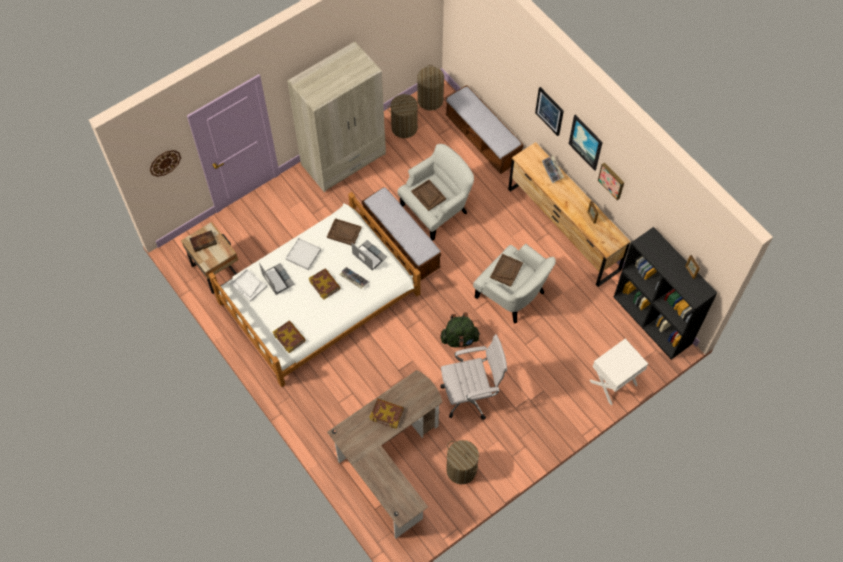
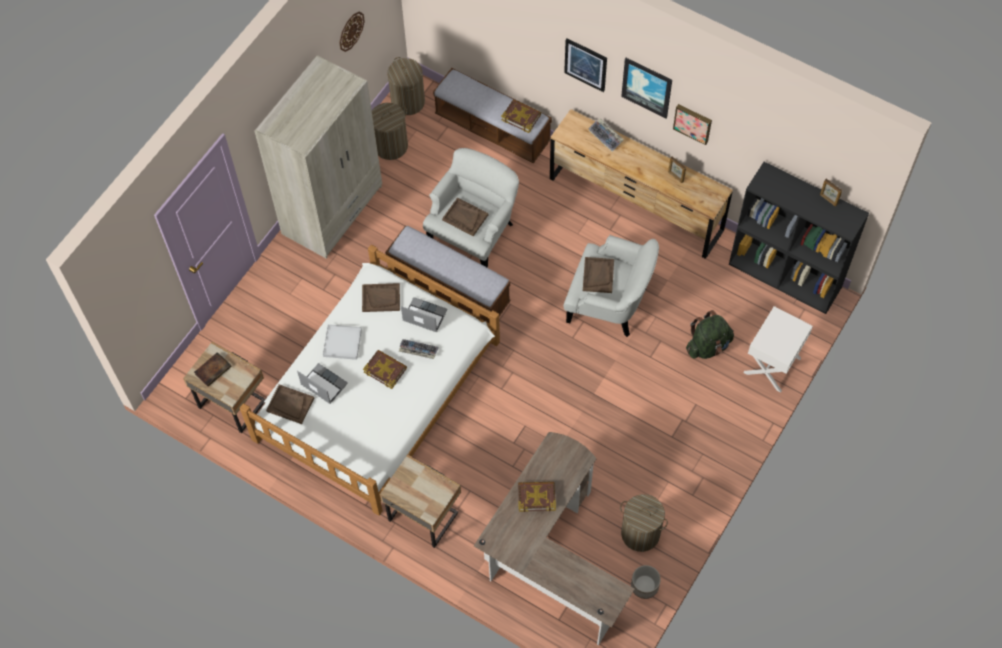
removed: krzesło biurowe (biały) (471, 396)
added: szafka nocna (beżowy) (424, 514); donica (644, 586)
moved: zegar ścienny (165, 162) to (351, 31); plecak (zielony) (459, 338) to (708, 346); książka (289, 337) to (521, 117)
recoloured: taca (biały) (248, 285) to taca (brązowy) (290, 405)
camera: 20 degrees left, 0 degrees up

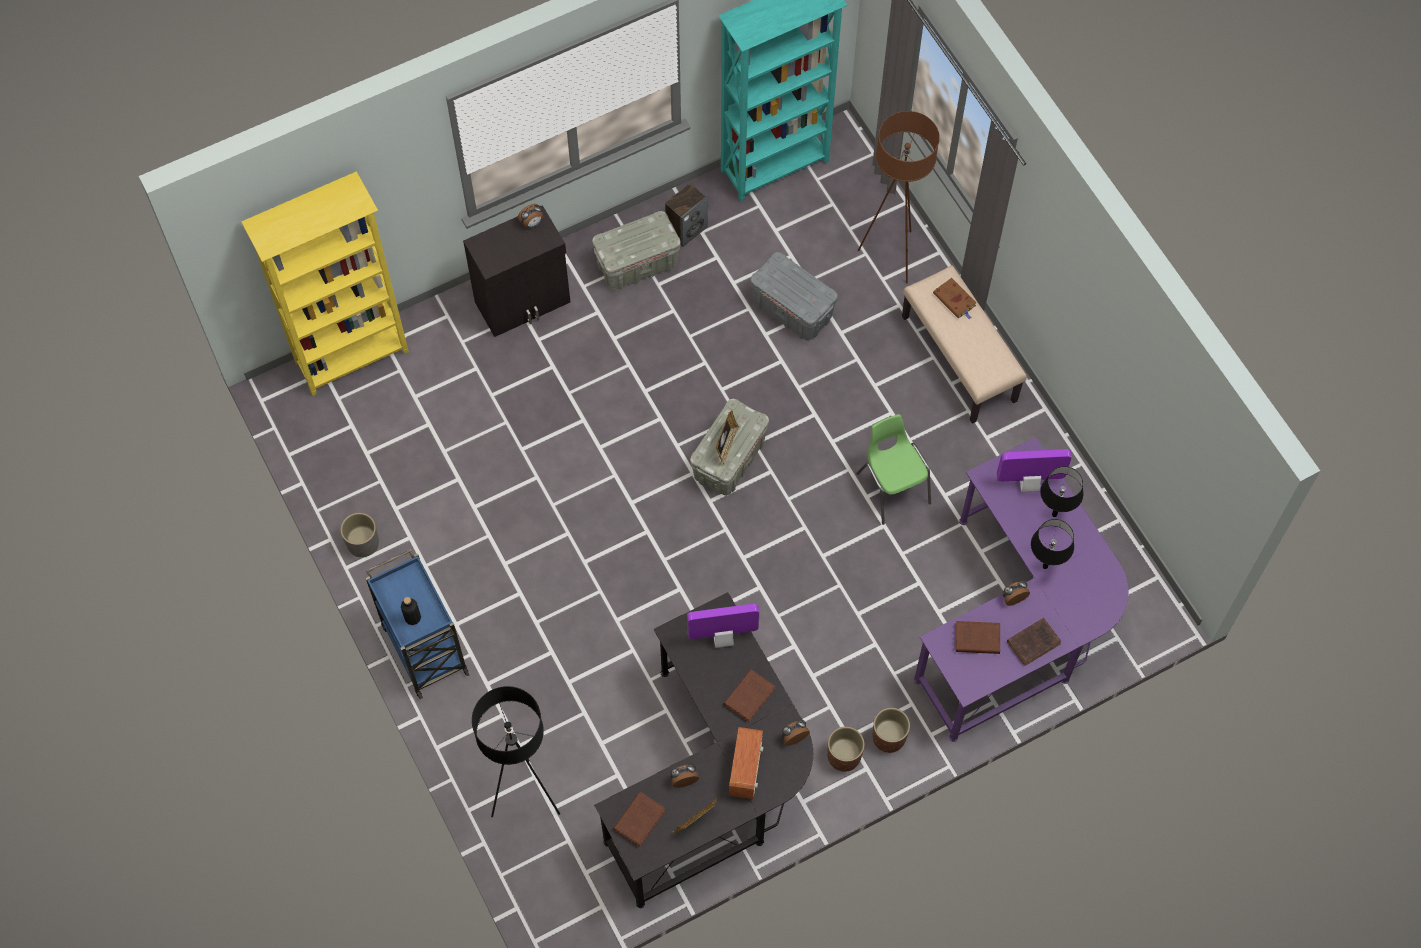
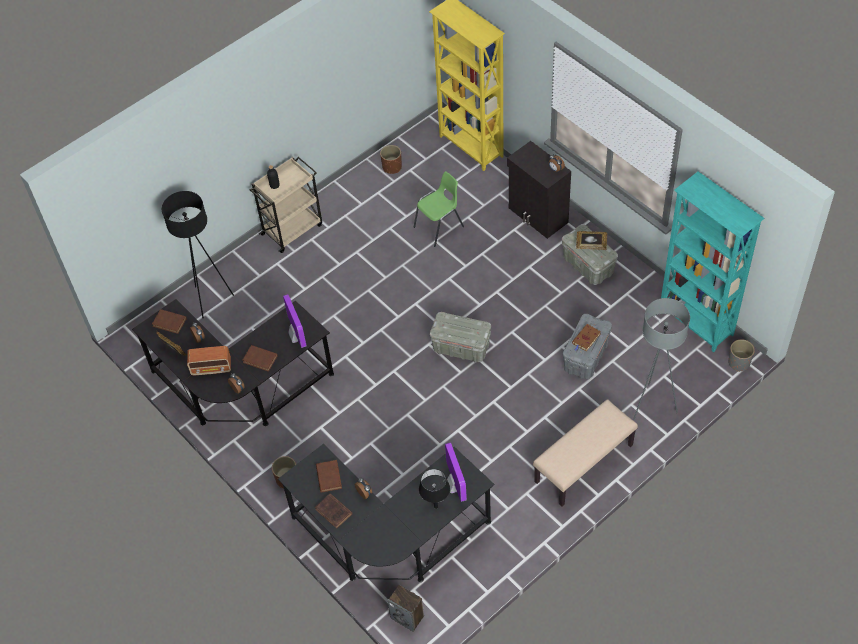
removed: lampa stołowa (czarny) (1045, 566)
moved: głośnik (686, 229) to (407, 617); książka (brązowy) (955, 300) to (586, 339); ramka na zdjęcie (726, 445) to (591, 247); krzesło (zielony) (892, 488) to (439, 227); donica (szary) (363, 543) to (739, 362); donica (brązowy) (844, 755) to (392, 167)
recoloured: lampa stojąca (brązowy) (892, 255) to lampa stojąca (szary) (652, 406); biurko (fioletowy) (1017, 621) to biurko (czarny) (389, 540); wózek (niebieski) (424, 648) to wózek (beżowy) (293, 229)
camera: 80 degrees right, 10 degrees down

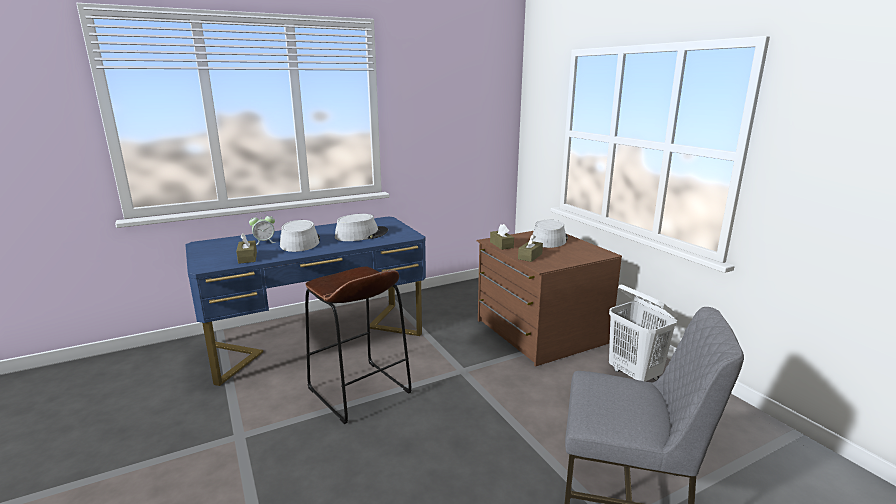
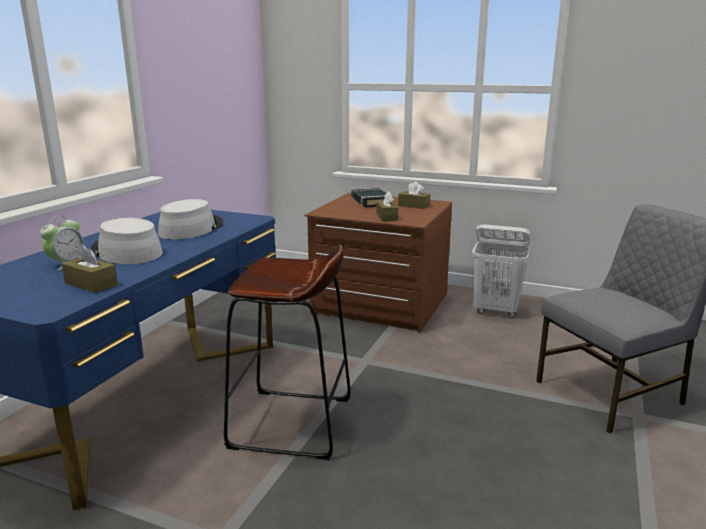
moved: pudełko chusteczek (brązowy) (501, 245) to (414, 205)
replaced: kapelusz (szary) (549, 239) to książka (czarny) (371, 201)
camera: 40 degrees left, 0 degrees up

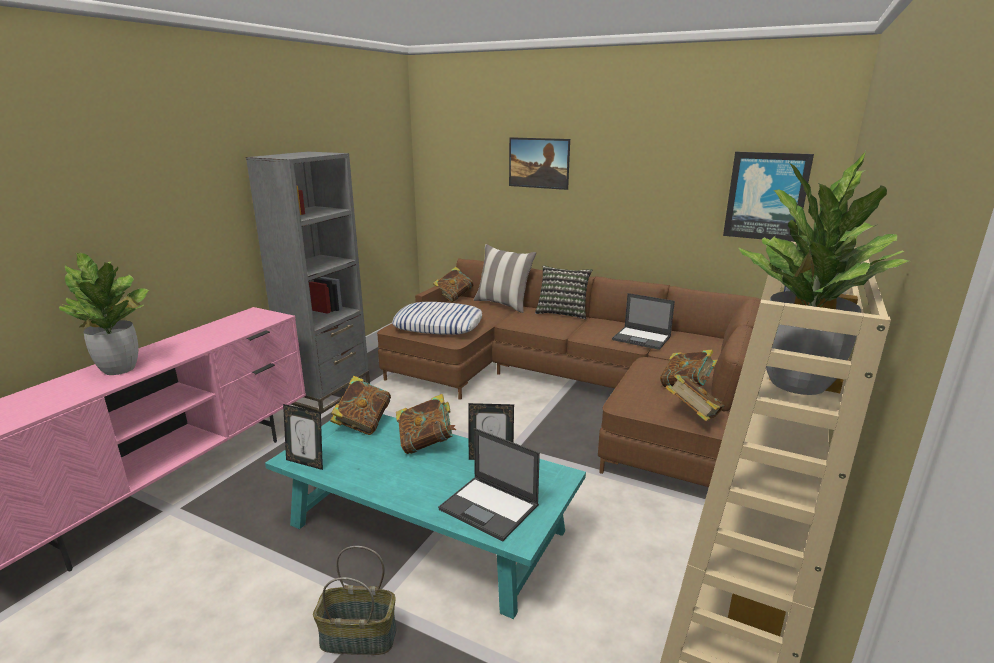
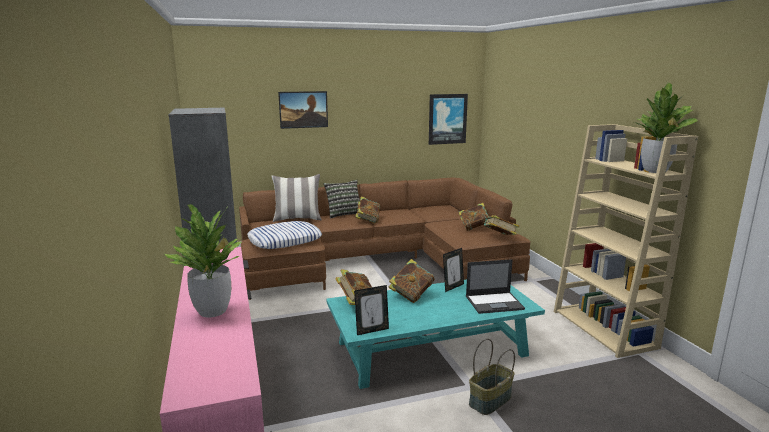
removed: laptop (642, 338)
moved: książka (454, 297) to (368, 220)
camera: 45 degrees left, 5 degrees down

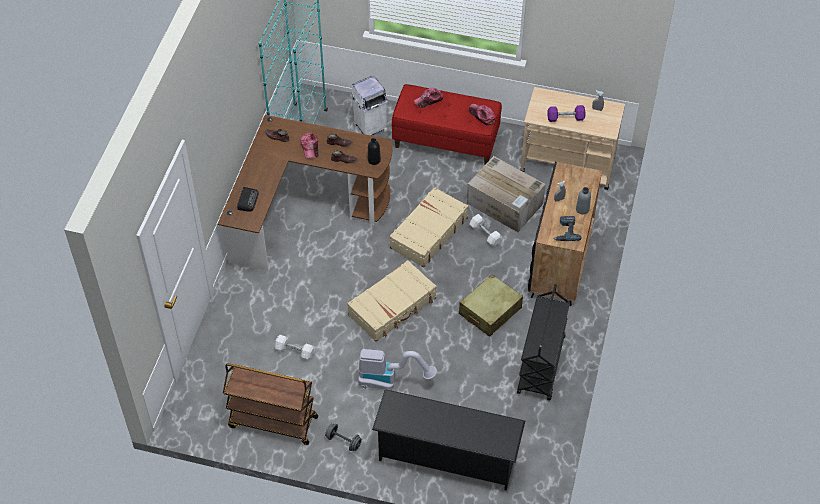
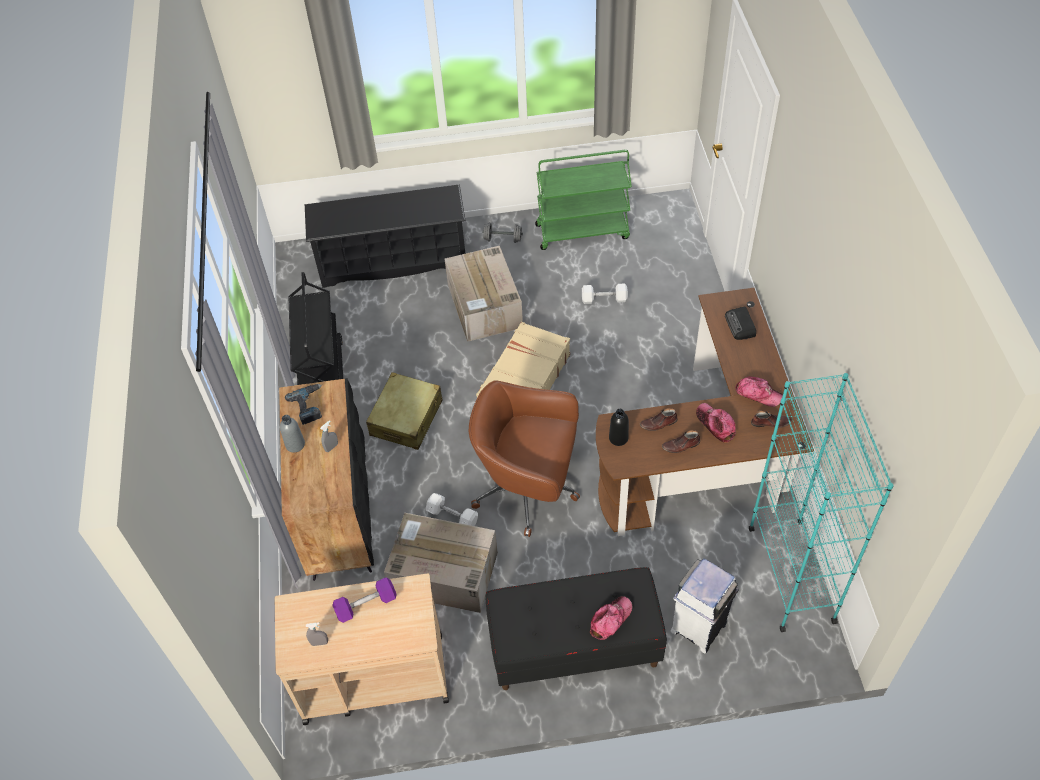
moved: czapka z daszkiem (482, 116) to (758, 394)
replaced: walizka (beżowy) (428, 233) to krzesło biurowe (brązowy) (528, 489); odkurzacz (390, 380) to karton (485, 307)
recoloured: ławka (czerwony) (446, 141) to ławka (czarny) (574, 647); wózek (brązowy) (272, 422) to wózek (zielony) (583, 231)
camera: 160 degrees right, 0 degrees up

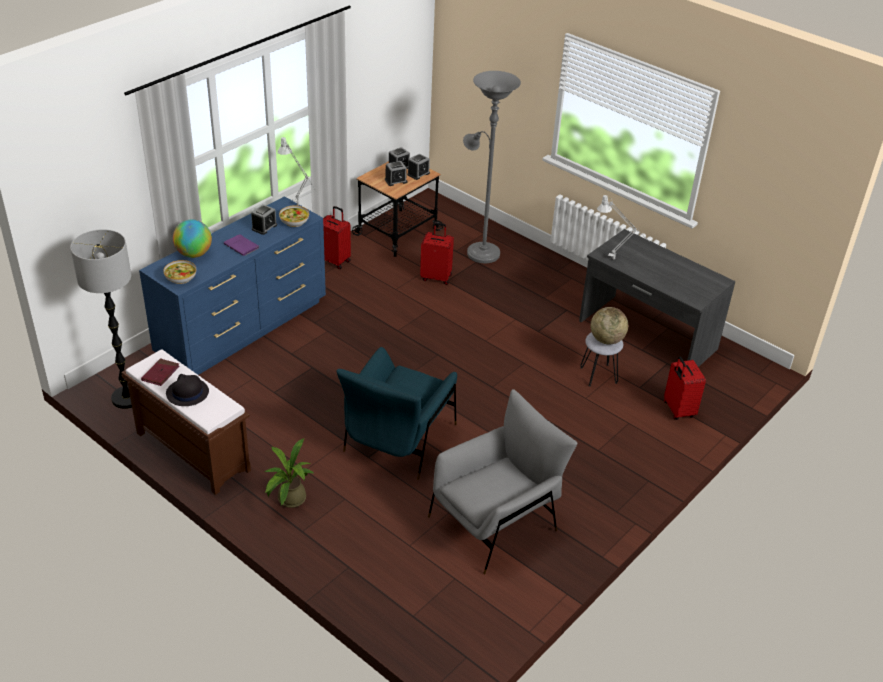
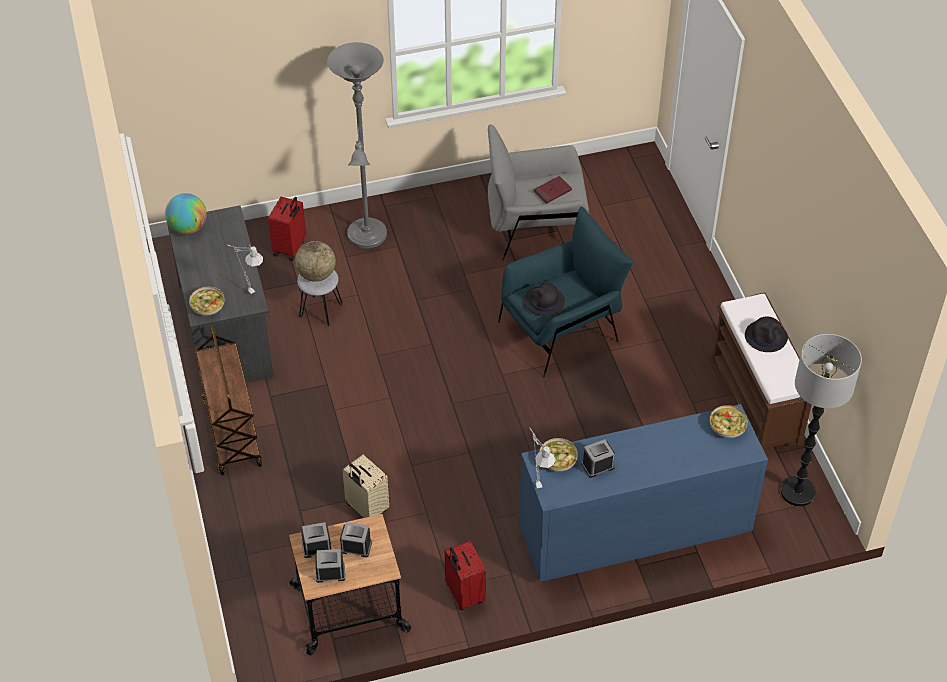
removed: książka (fioletowy) (242, 246); roślina doniczkowa (288, 500)
added: kapelusz (czarny) (544, 302); miska (208, 307); wózek (brązowy) (231, 432)
moved: lampa stojąca (szary) (480, 251) to (367, 238); globus (194, 254) to (188, 228); książka (czerwony) (160, 373) to (552, 191)
recoloured: walizka (czerwony) (436, 277) to walizka (beżowy) (366, 508)
camera: 145 degrees left, 10 degrees up

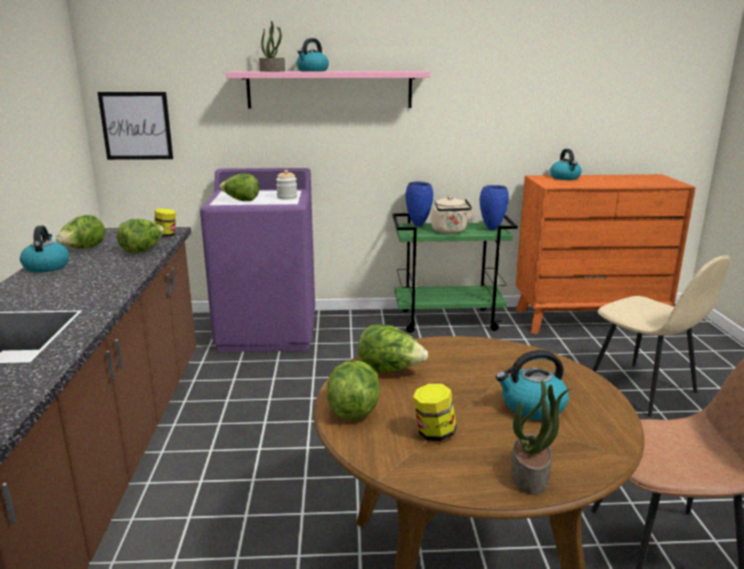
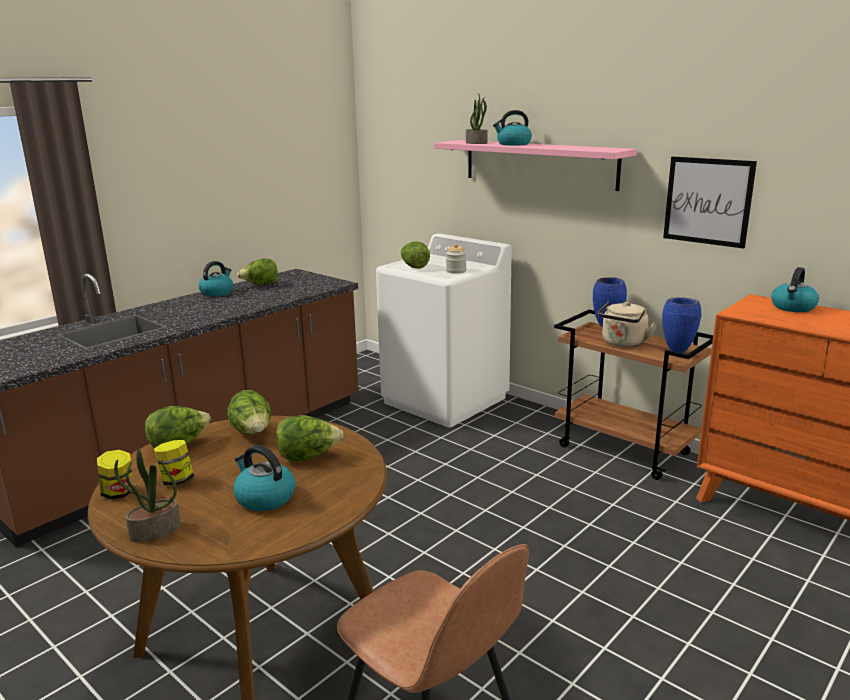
removed: krzesło (beżowy) (643, 390)
moved: obraz (136, 126) to (708, 201); słoik (166, 235) to (118, 493); sałata (143, 250) to (308, 457)
recoloured: pralka (fioletowy) (268, 331) to pralka (biały) (445, 400); wózek (zielony) (448, 320) to wózek (brązowy) (625, 450)
camera: 45 degrees right, 0 degrees up

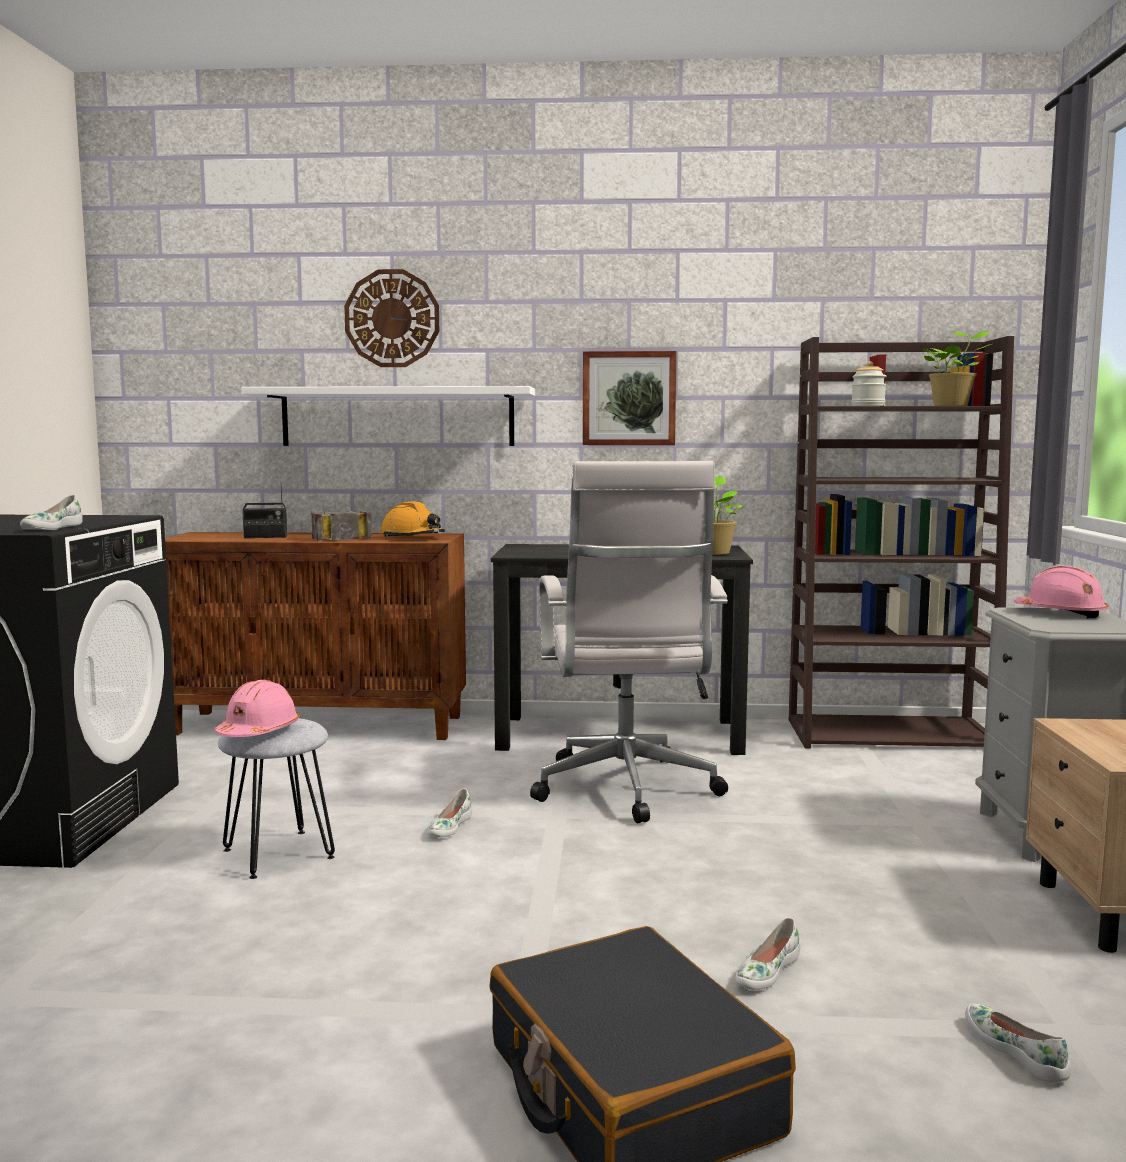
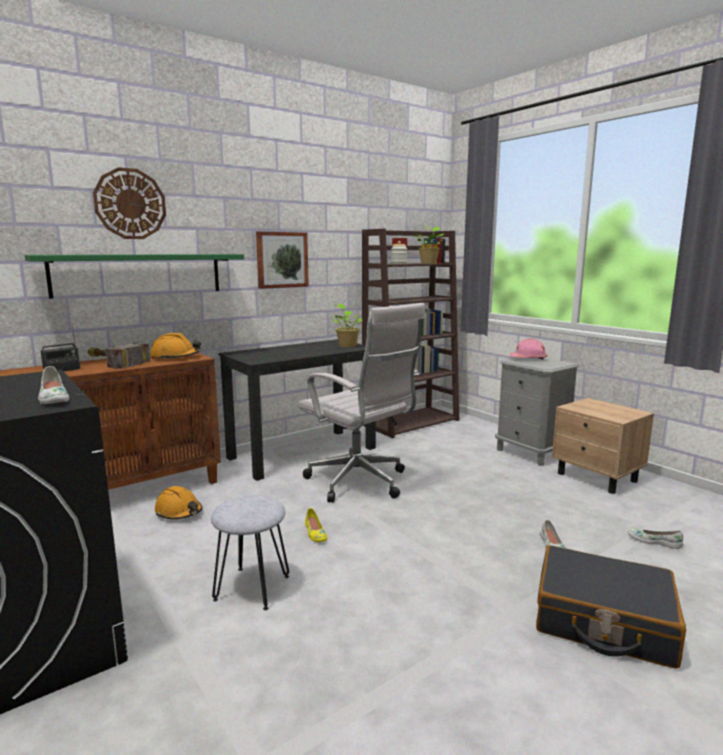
removed: kask (różowy) (258, 732)
added: kask (pomarańczowy) (179, 512)
recoloured: półka (biały) (397, 417) to półka (zielony) (139, 274); but (biały) (449, 827) to but (żółty) (315, 533)
camera: 40 degrees left, 5 degrees up

